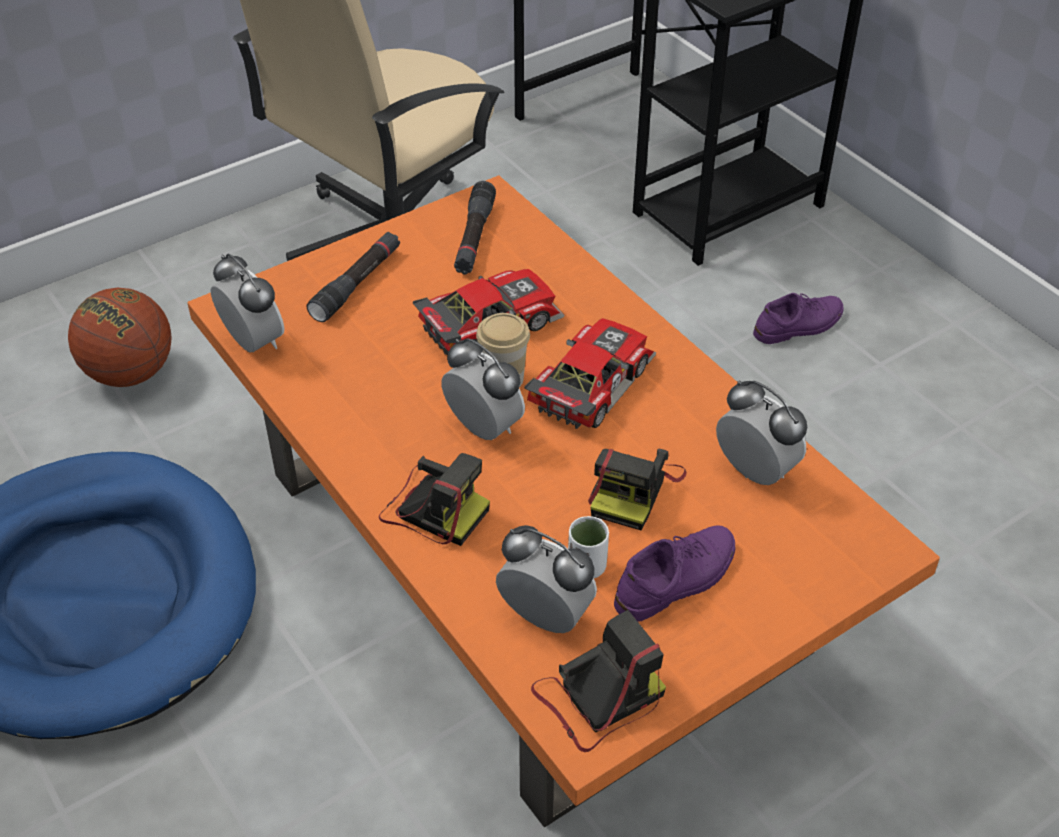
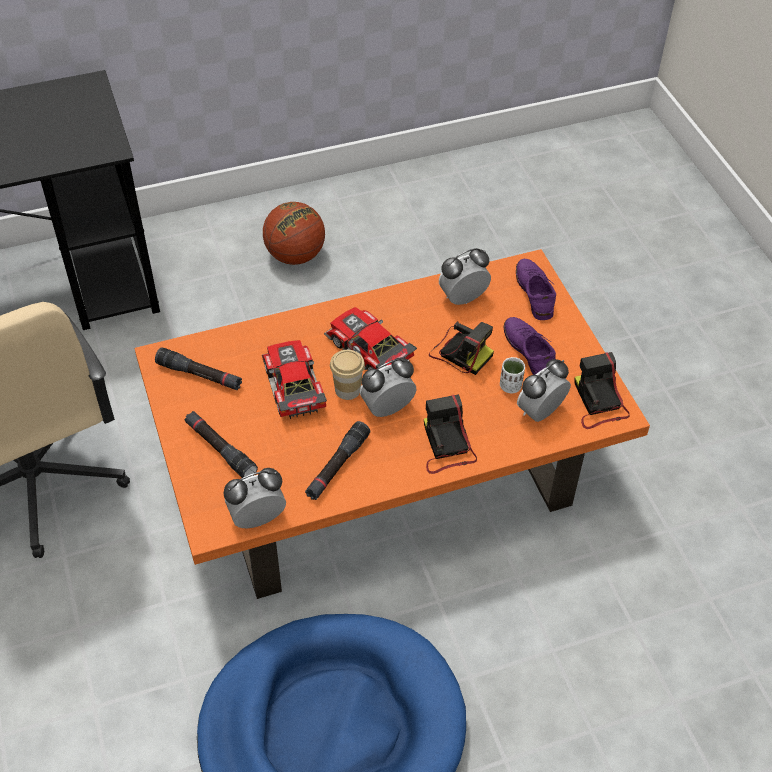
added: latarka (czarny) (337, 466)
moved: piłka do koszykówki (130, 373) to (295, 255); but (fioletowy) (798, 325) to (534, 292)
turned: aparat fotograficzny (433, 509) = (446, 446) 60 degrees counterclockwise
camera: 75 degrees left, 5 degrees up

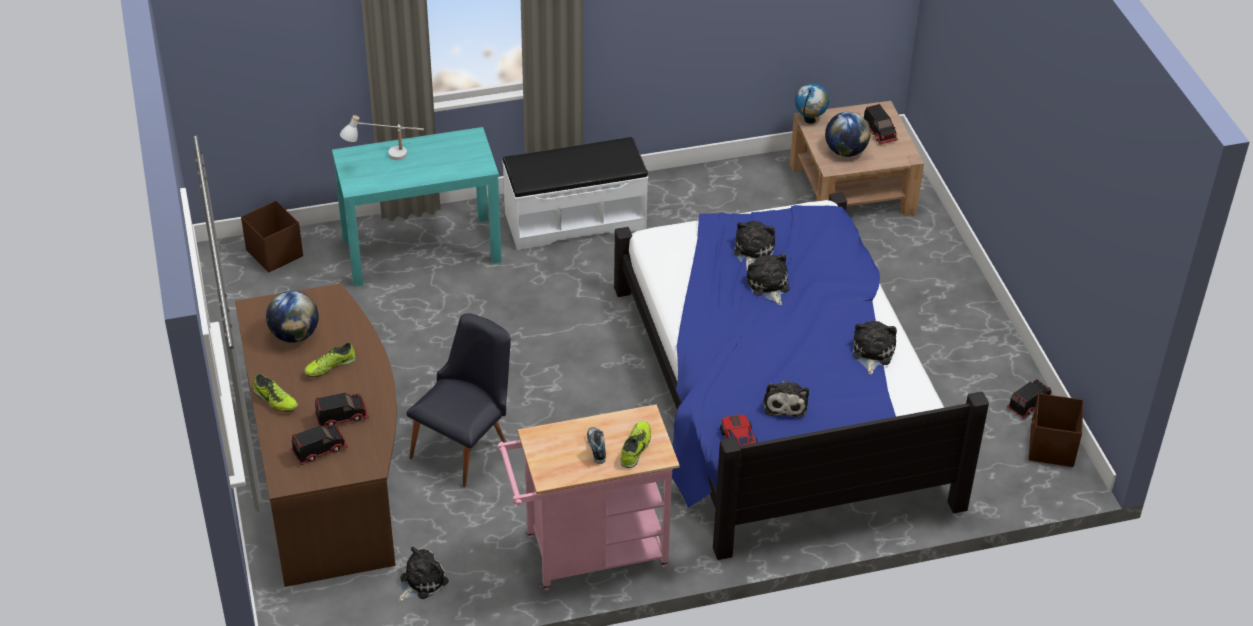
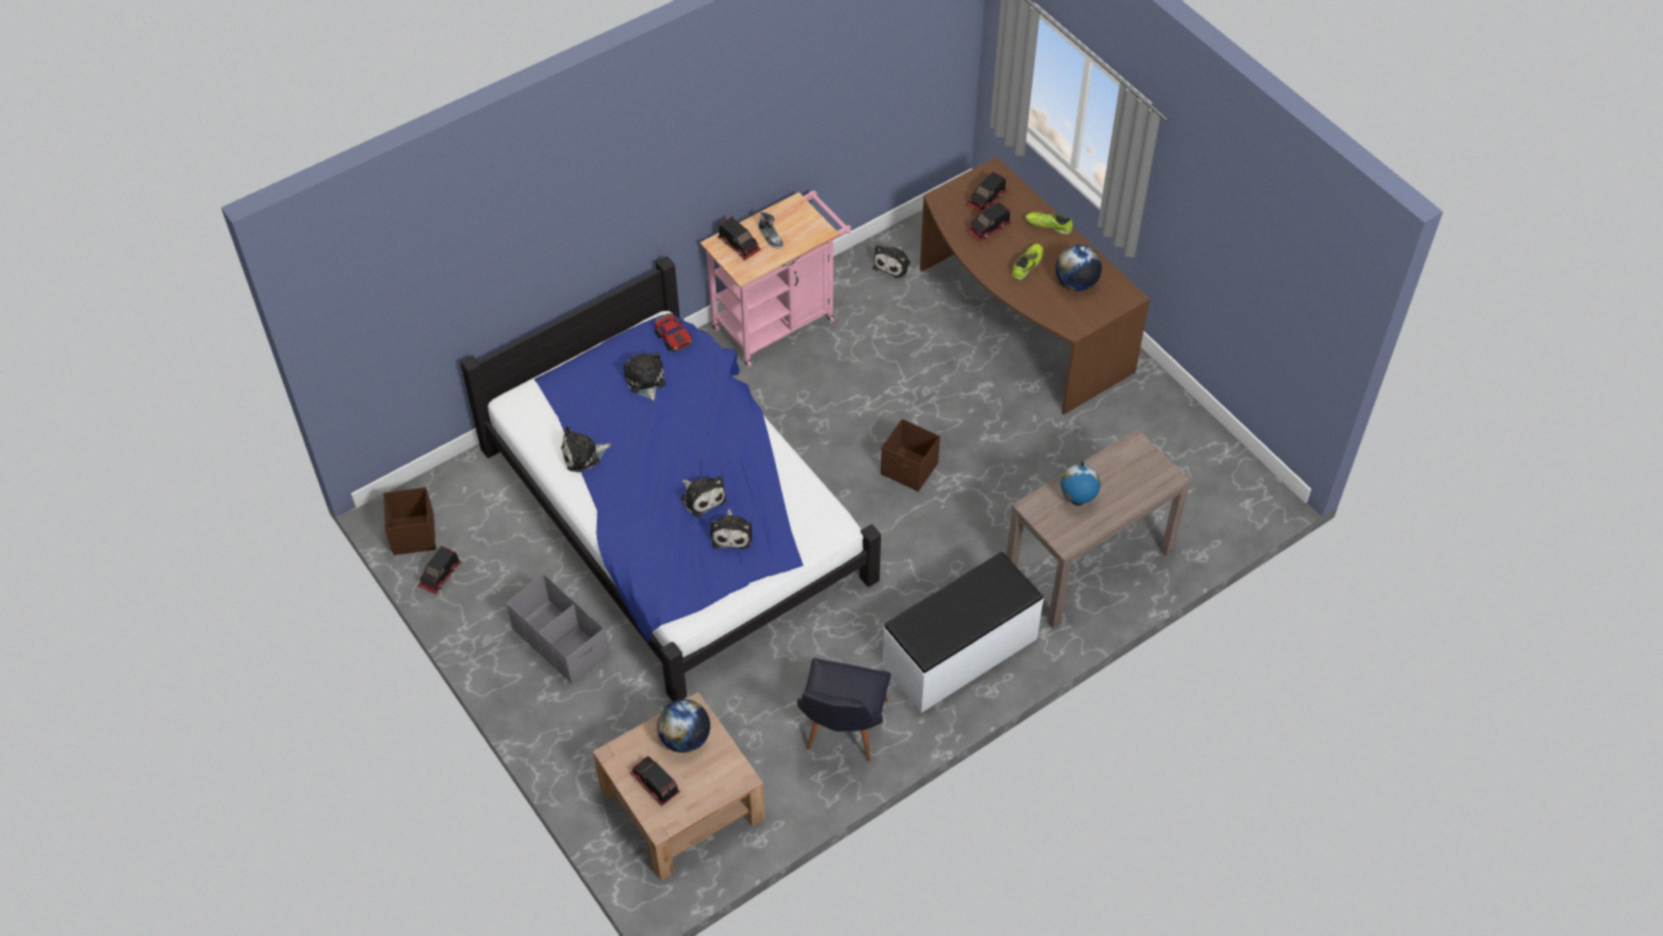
removed: lampa stołowa (biały) (384, 158)
added: pojemnik do przechowywania (szary) (560, 641)
moved: globus (810, 120) to (1077, 500); pojemnik do przechowywania (brązowy) (274, 253) to (909, 469); krzesło (czarny) (466, 445) to (842, 732)
replaced: but (636, 448) to ciężarówka zabawkowa (739, 245)
recoloured: stolik konsolowy (turkusowy) (422, 250) to stolik konsolowy (brązowy) (1088, 564)
turned: pluszak (872, 353) = (583, 455) 75 degrees clockwise
camera: 160 degrees right, 10 degrees up

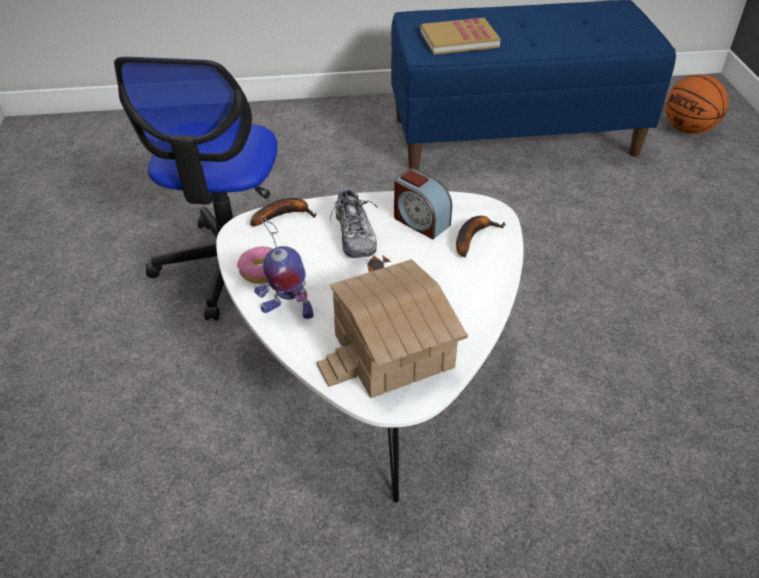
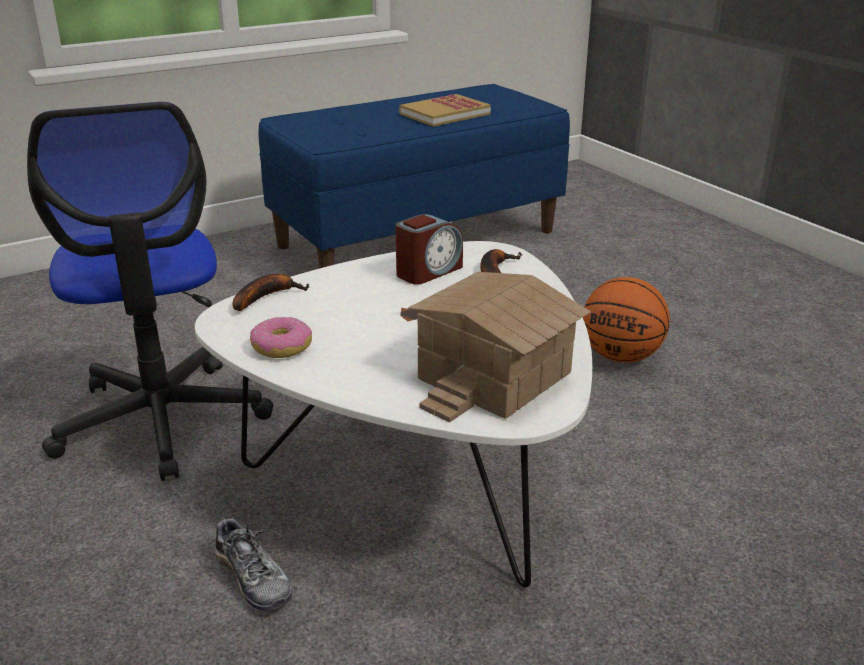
removed: robot zabawkowy (287, 310)
moved: książka (459, 39) to (444, 114); piłka do koszykówki (688, 129) to (621, 356); but (354, 235) to (253, 579)
turned: budzik (420, 221) = (428, 271) 60 degrees counterclockwise
camera: 25 degrees left, 15 degrees down

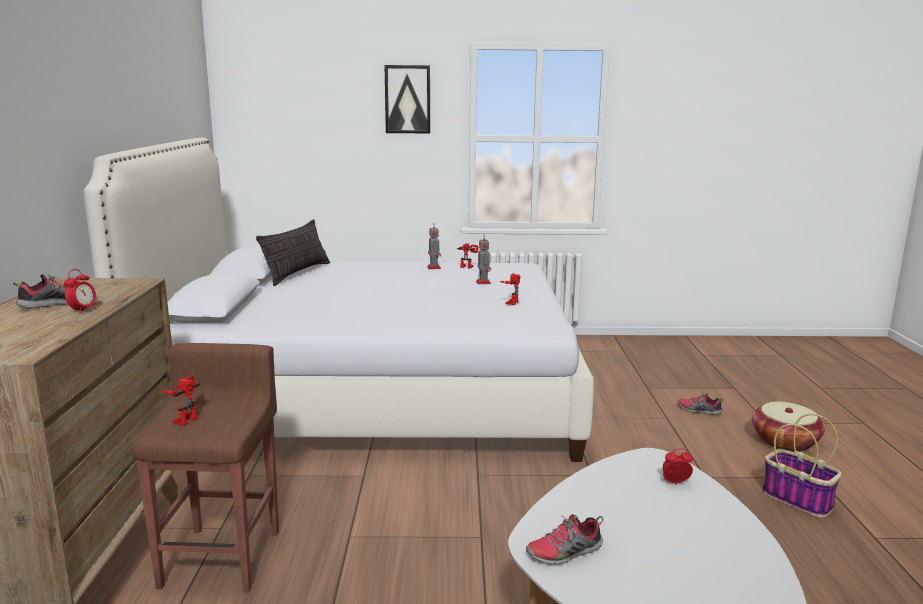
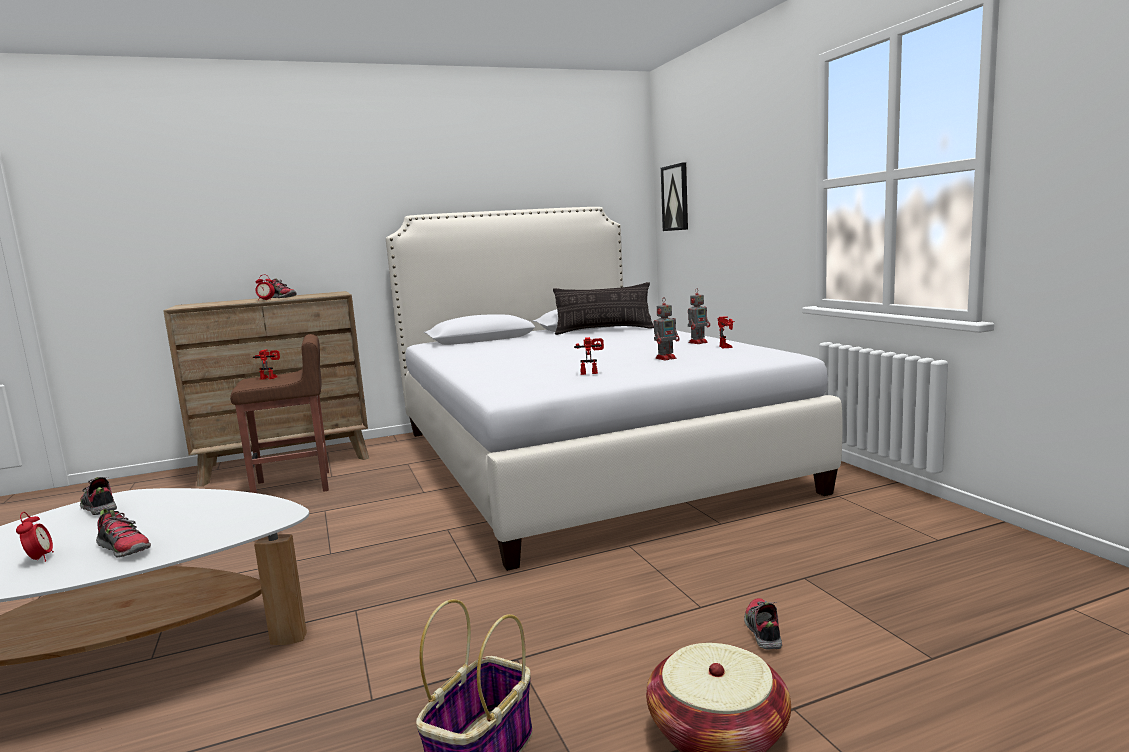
added: but (125, 549)
moved: obraz (407, 99) to (675, 197); budzik (675, 483) to (40, 559)
camera: 70 degrees right, 5 degrees down

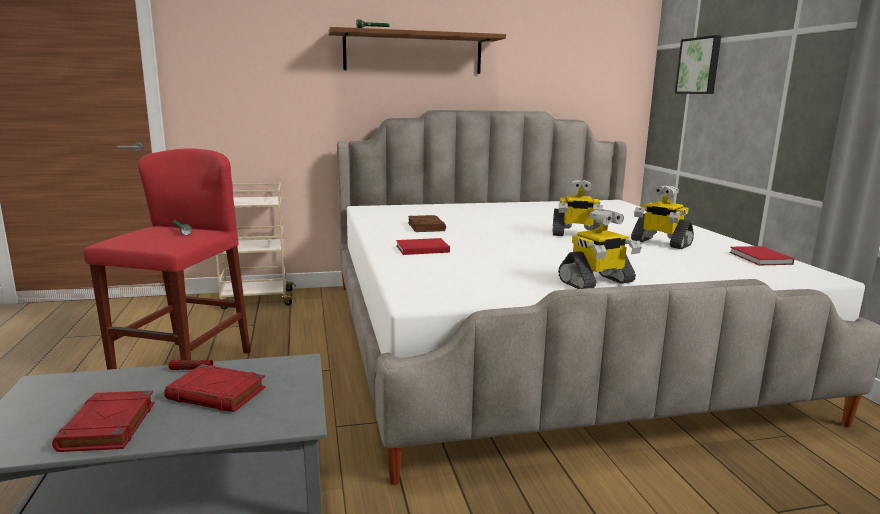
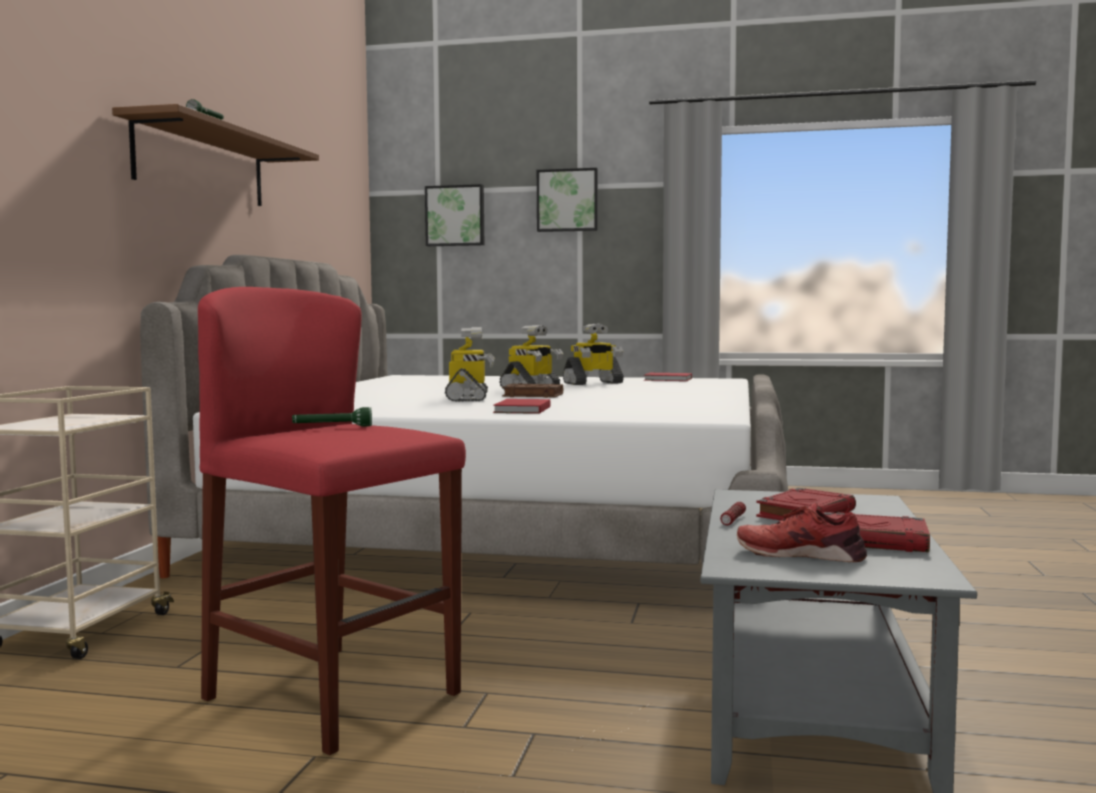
added: obraz (567, 200); but (czerwony) (800, 554)
moved: robot zabawkowy (596, 282) to (468, 398); książka (brązowy) (426, 227) to (532, 395)
camera: 65 degrees left, 10 degrees down

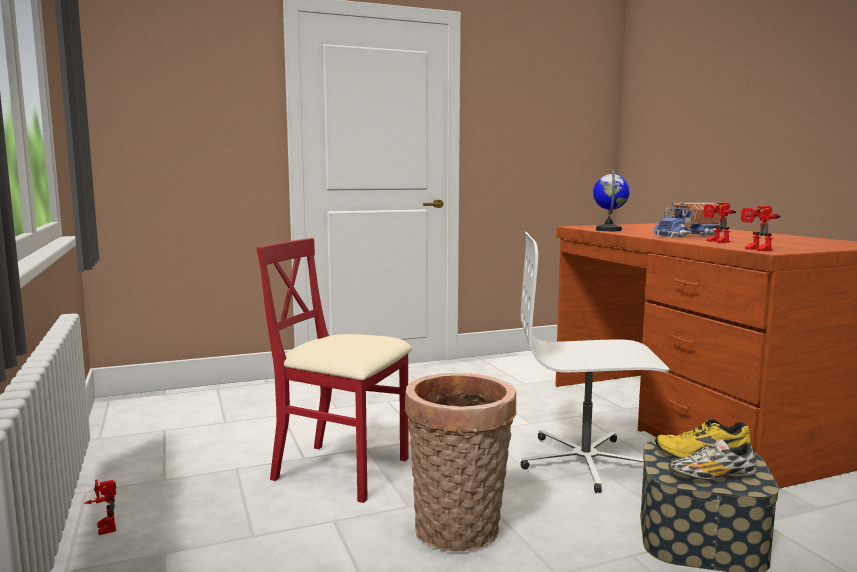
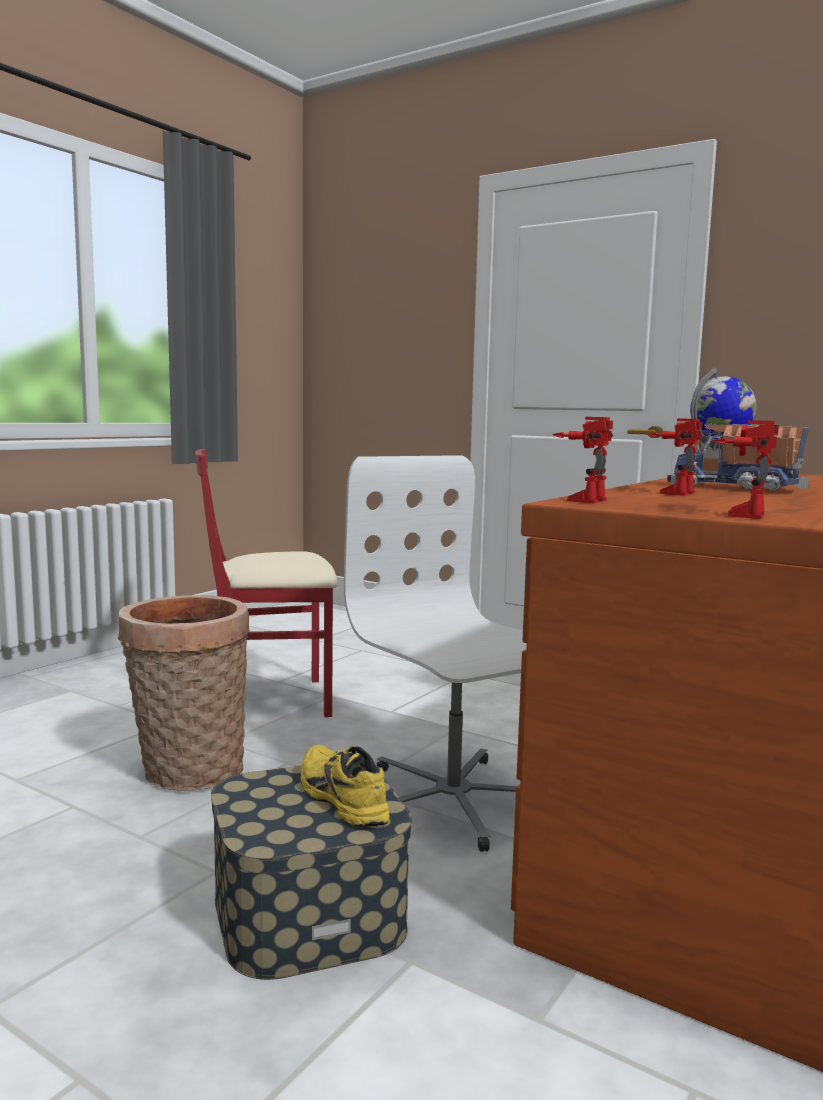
removed: but (712, 477)
moved: robot zabawkowy (102, 528) to (739, 514)
turned: krzesło (czerwony) (342, 470) = (270, 700) 90 degrees counterclockwise
camera: 55 degrees right, 0 degrees up

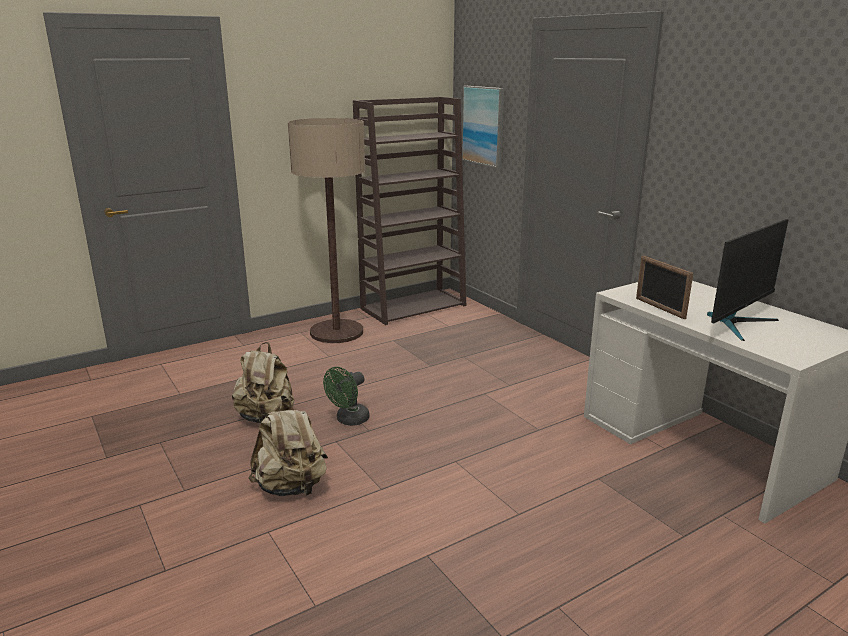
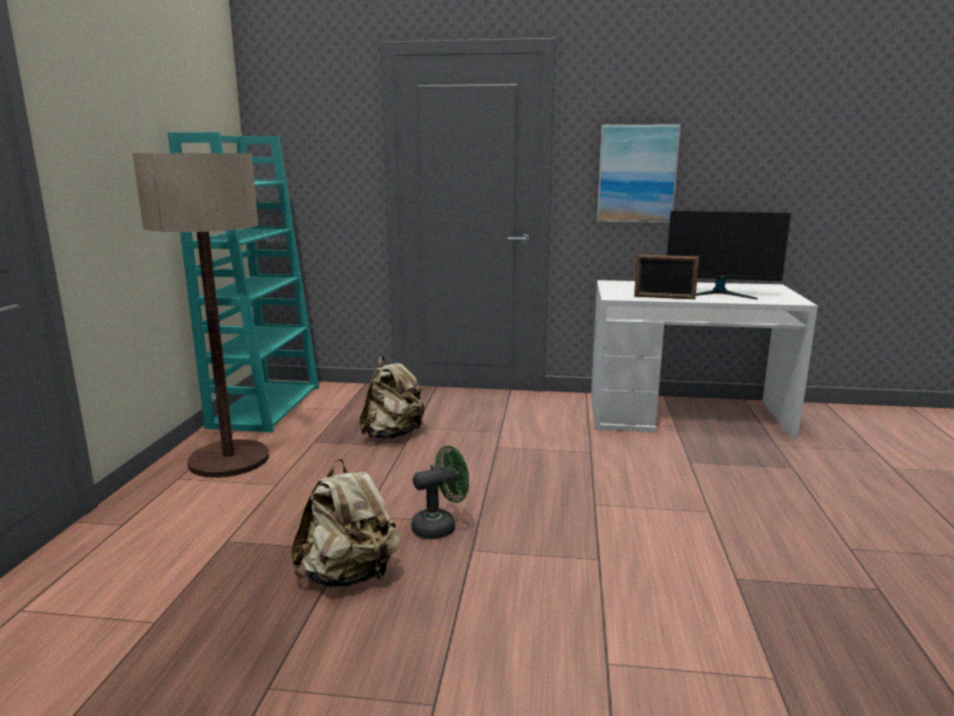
moved: obraz (483, 126) to (637, 174); plecak (beżowy) (291, 487) to (393, 434)
recoloured: regał (brązowy) (414, 307) to regał (turkusowy) (265, 406)
turned: monitor (737, 323) = (720, 294) 105 degrees clockwise; wentylator (zielony) (349, 420) = (440, 526) 105 degrees counterclockwise
camera: 50 degrees left, 5 degrees down

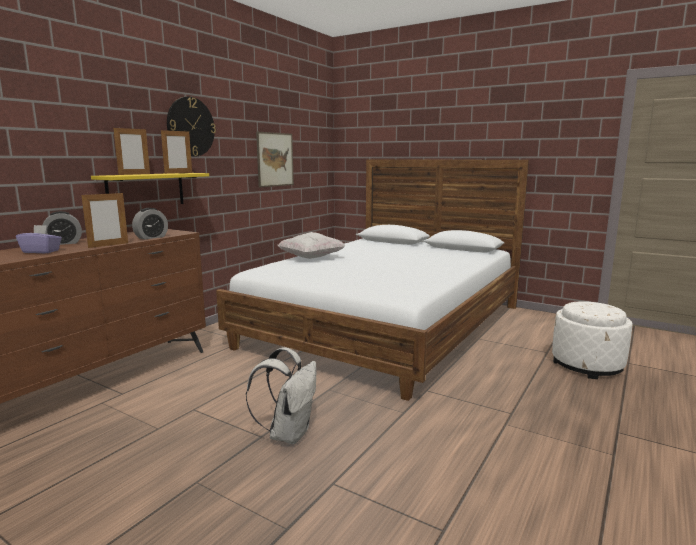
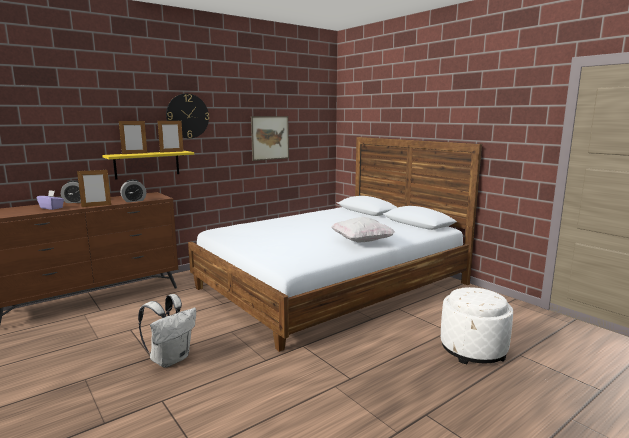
moved: poduszka (biały) (311, 258) to (361, 241)
camera: 20 degrees right, 0 degrees up

